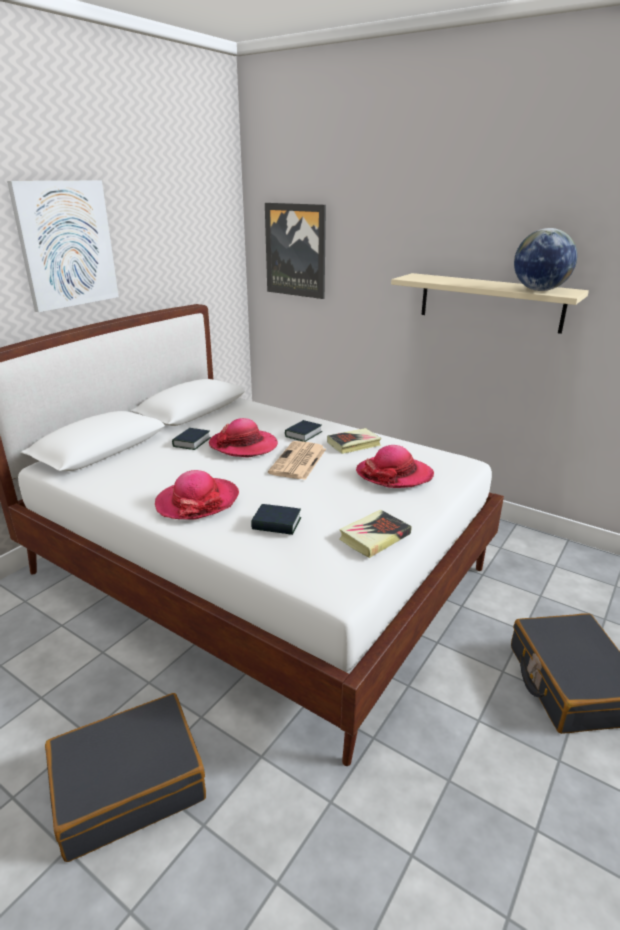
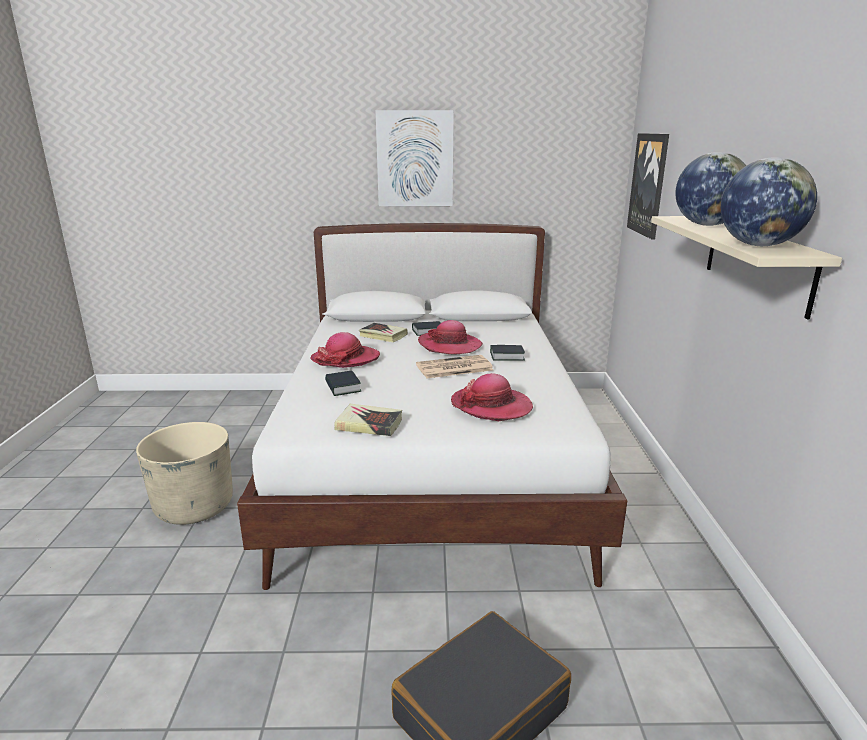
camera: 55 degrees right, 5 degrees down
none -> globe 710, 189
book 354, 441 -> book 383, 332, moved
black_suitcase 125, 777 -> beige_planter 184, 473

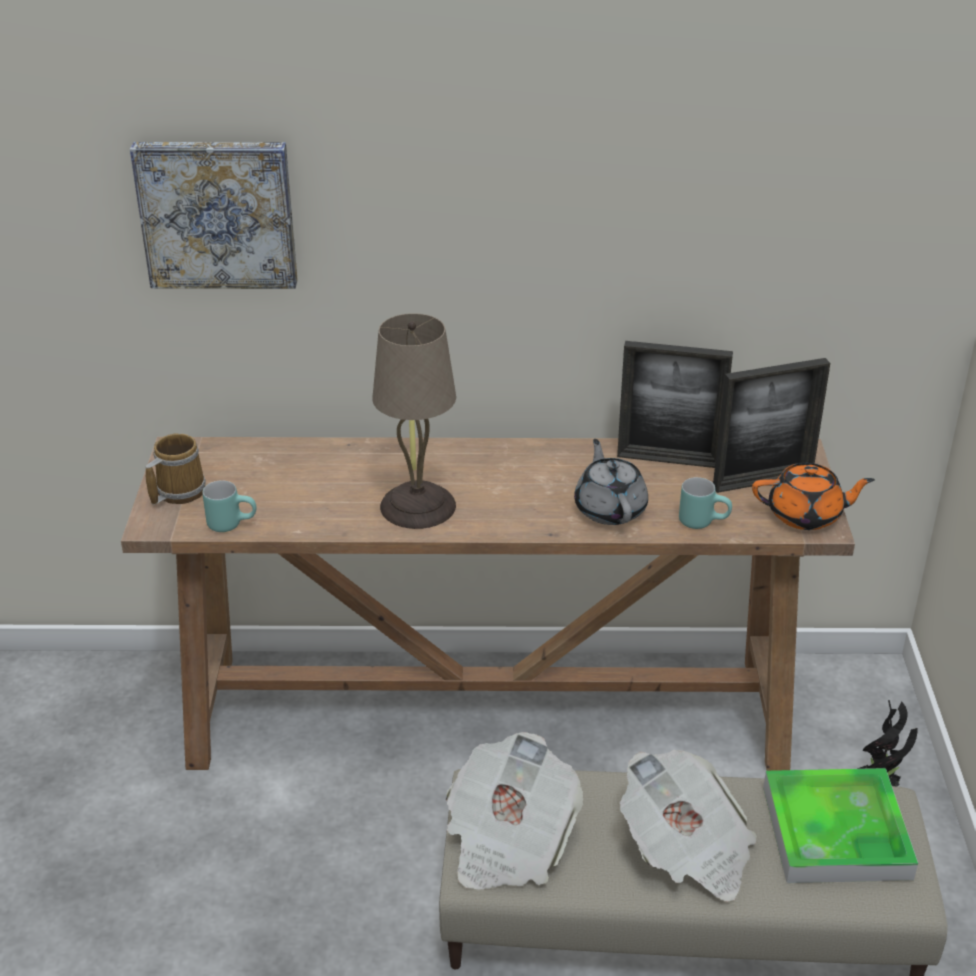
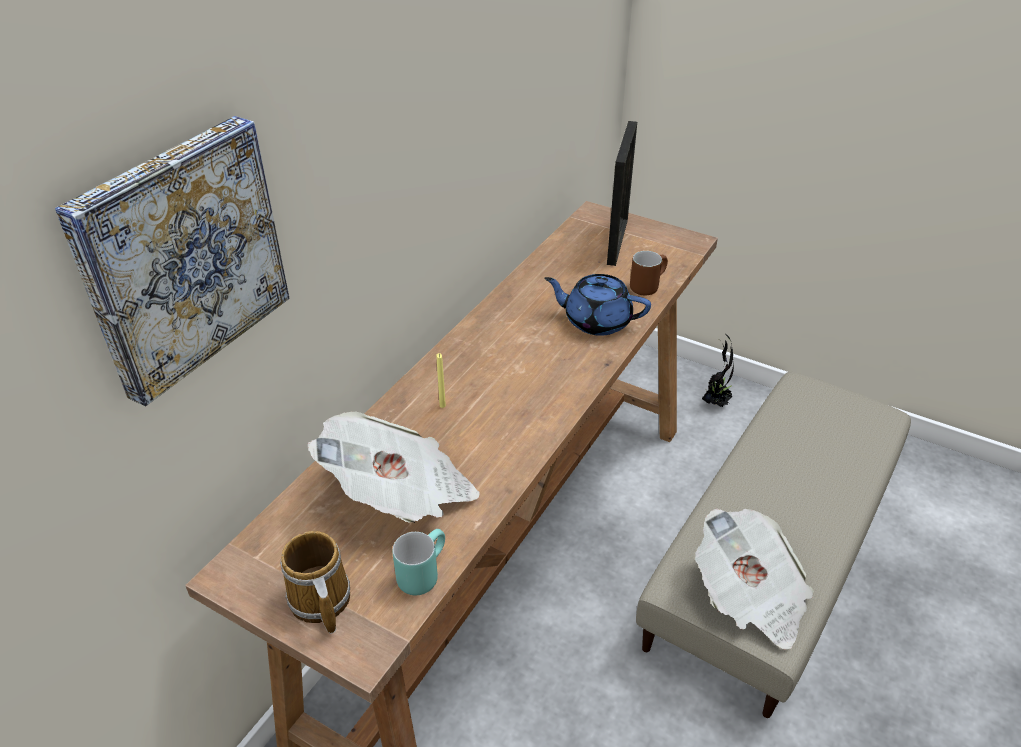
camera: 60 degrees left, 5 degrees up
beige_table_lamp 414, 421 -> none
picture_frame 675, 404 -> none
orange_teapot 813, 496 -> none
tray 840, 825 -> none
newspaper 688, 826 -> newspaper 393, 467, moved
grey_teapot 611, 482 -> blue_teapot 597, 305
turquoise_mug 705, 503 -> brown_mug 649, 273

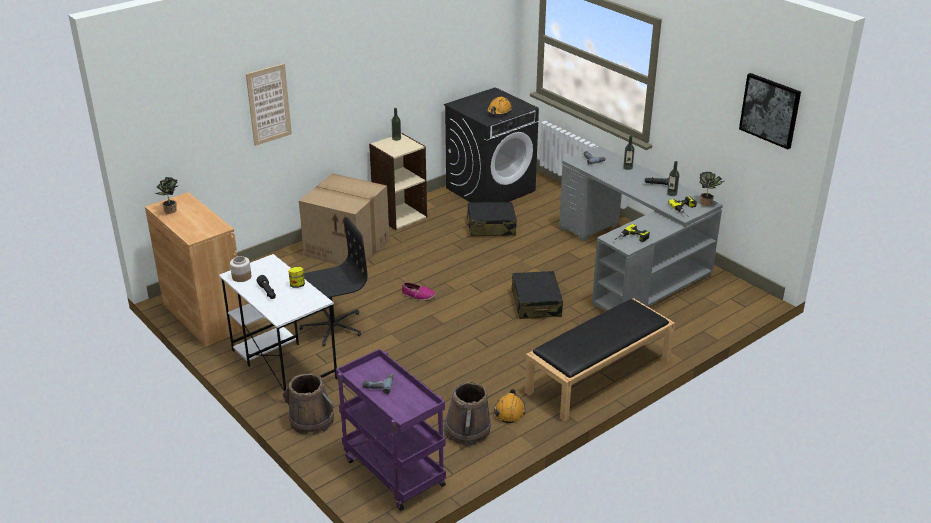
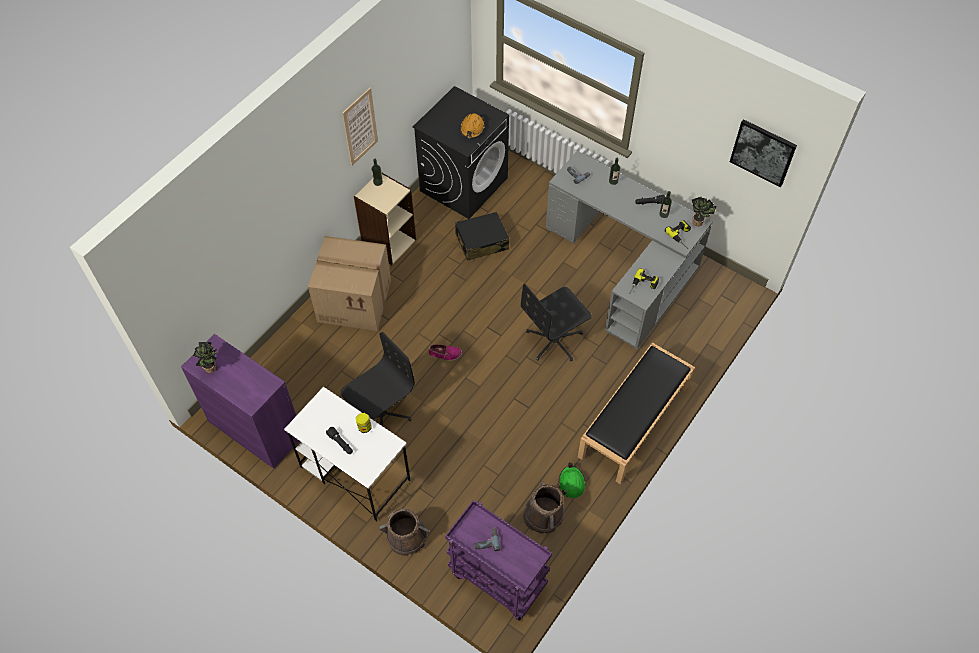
camera: 15 degrees left, 25 degrees up
jar 240, 269 -> none
picture 269, 104 -> picture 360, 127, moved
black_suitcase 537, 295 -> black_office_chair 556, 322
brown_cabinet 196, 269 -> purple_cabinet 240, 401
orange_hard_hat 509, 406 -> green_hard_hat 572, 480

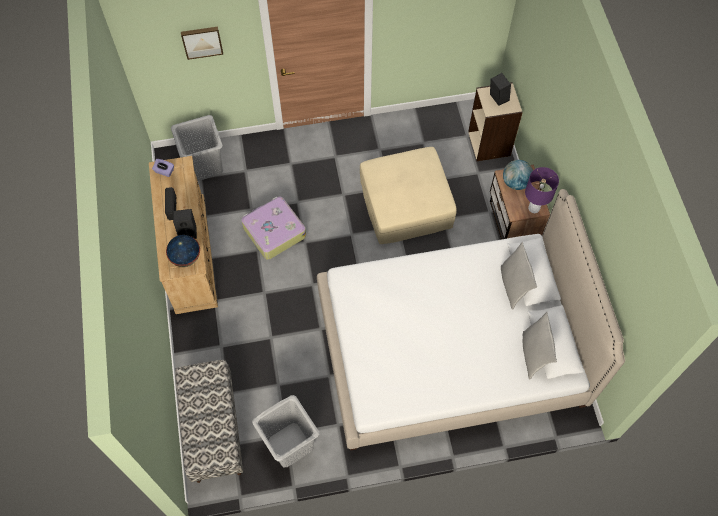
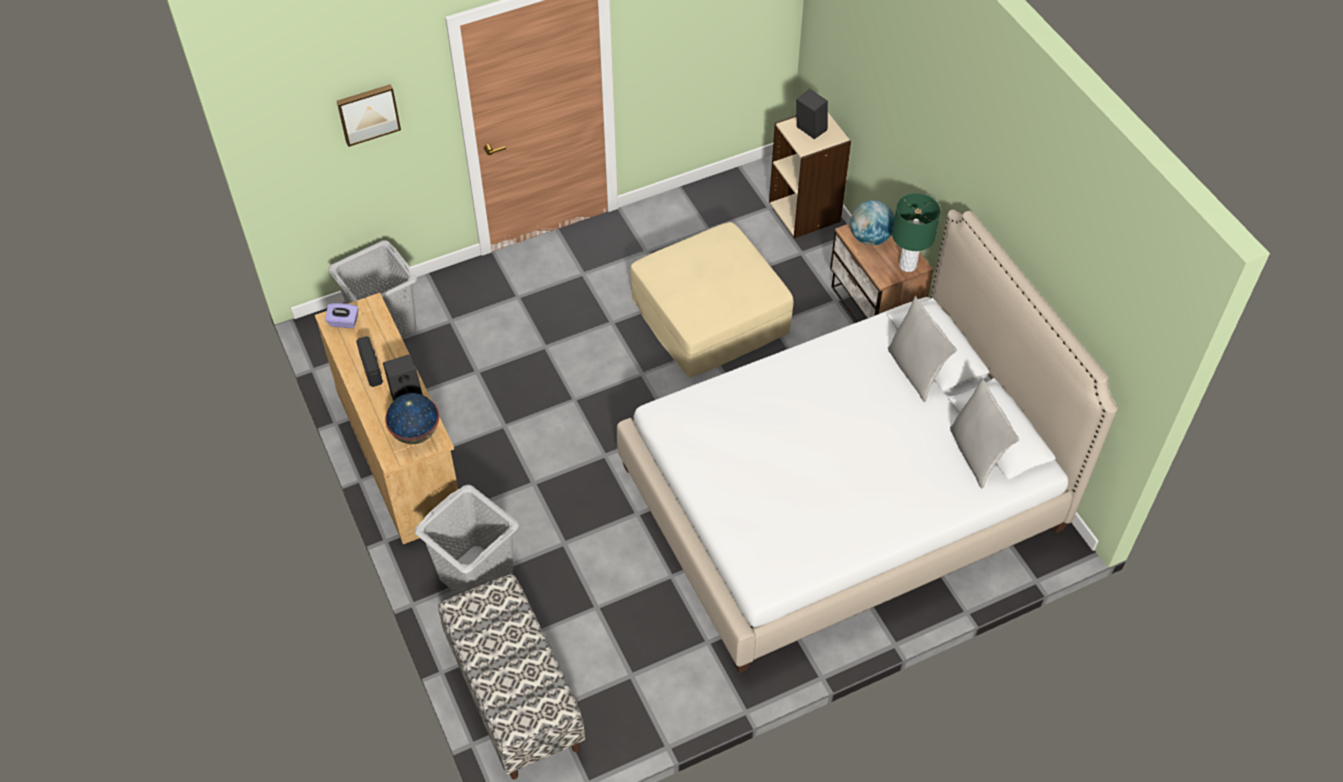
camera: 15 degrees left, 10 degrees down
suitcase 273, 228 -> none
grey_laundry_basket 285, 431 -> grey_laundry_basket 466, 540, moved
purple_table_lamp 542, 190 -> green_table_lamp 916, 232

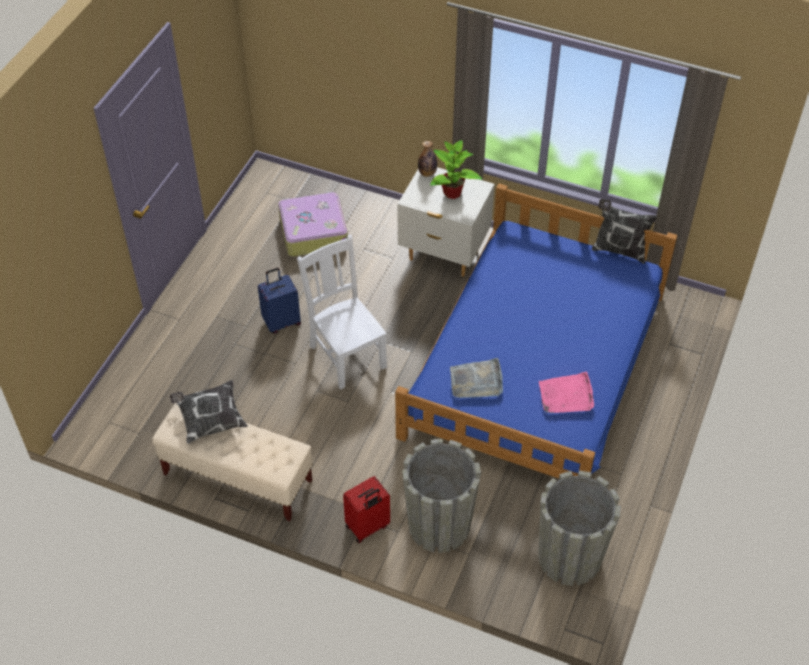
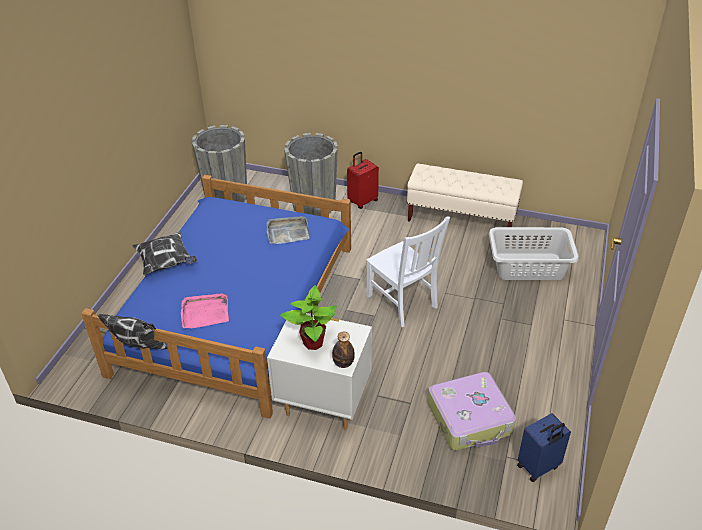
camera: 175 degrees right, 10 degrees down
none -> grey_laundry_basket 534, 253
pillow 209, 412 -> pillow 164, 253, moved
blue_suitcase 279, 301 -> blue_suitcase 544, 447, moved
pink_tray 566, 392 -> pink_tray 205, 310, moved

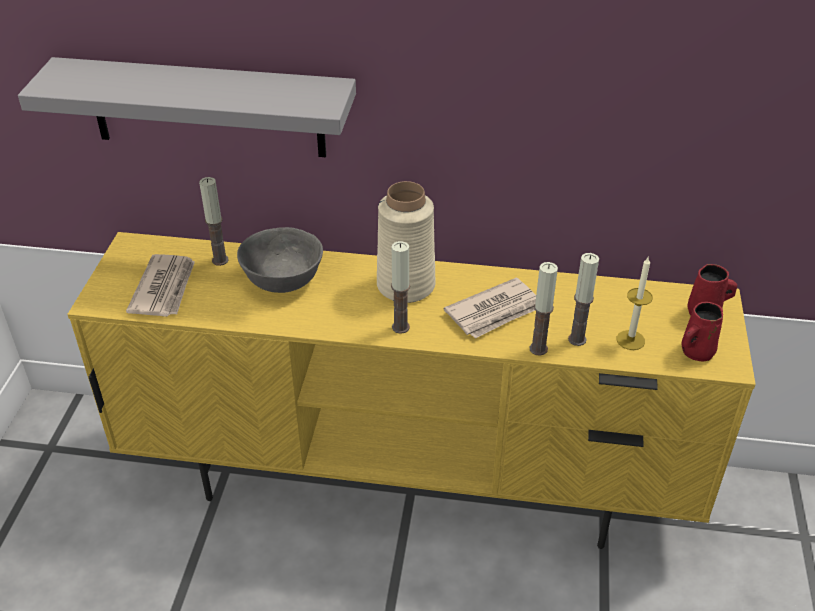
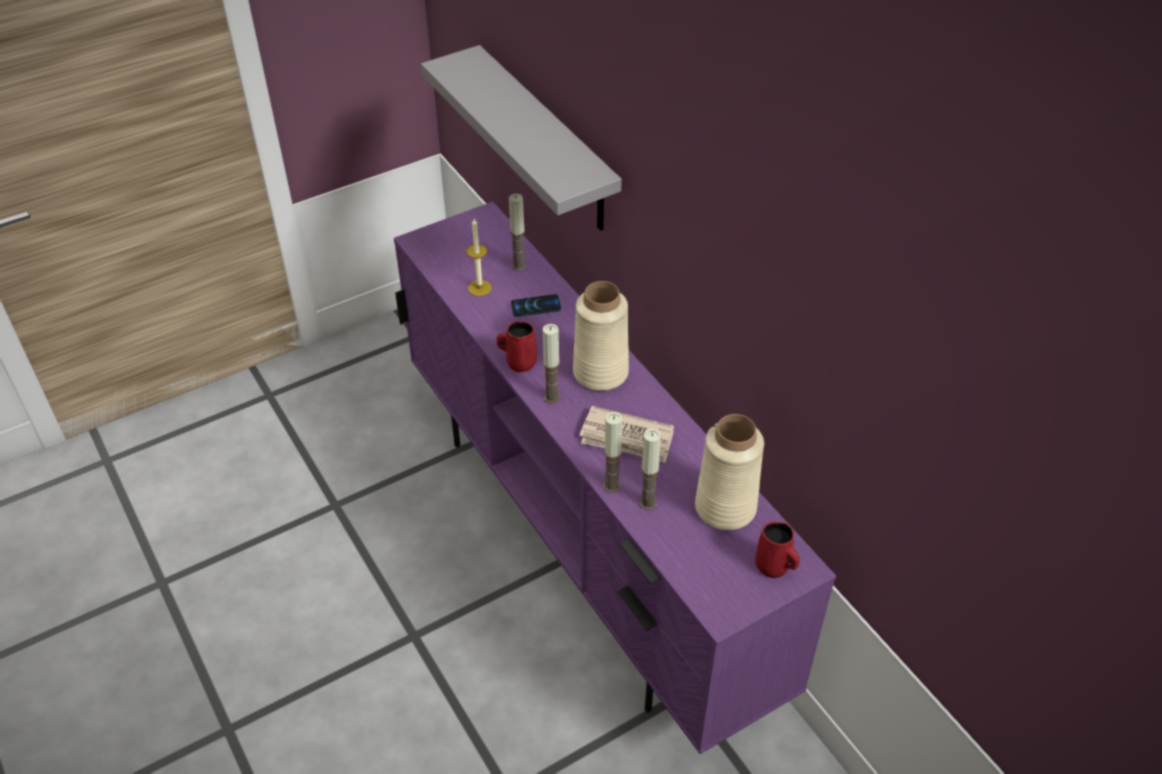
camera: 50 degrees right, 5 degrees up
newspaper 160, 285 -> none
none -> beige_vase 729, 472
candle 634, 303 -> candle 479, 257, moved
red_mug 702, 331 -> red_mug 517, 346, moved
grey_bowl 280, 260 -> phone 536, 305
yellow_tv_stand 411, 390 -> purple_tv_stand 615, 478

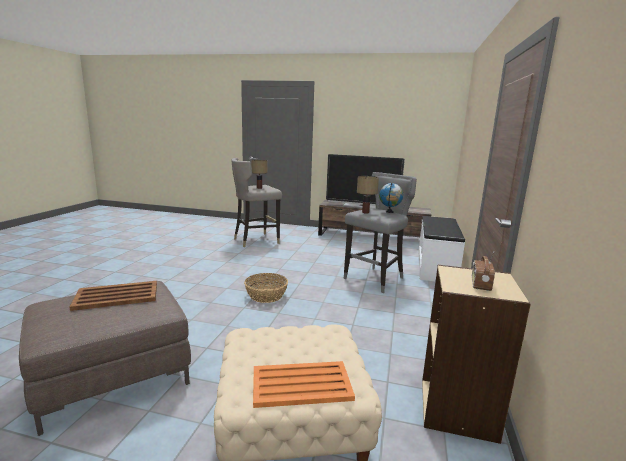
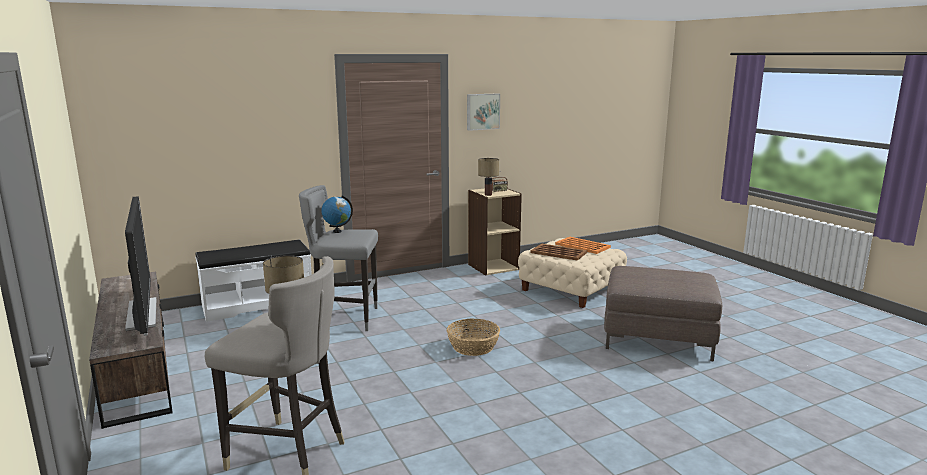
camera: 130 degrees left, 0 degrees up
none -> picture 483, 112
brown_tray 113, 296 -> brown_tray 558, 252, moved
table_lamp 368, 194 -> table_lamp 488, 177, moved

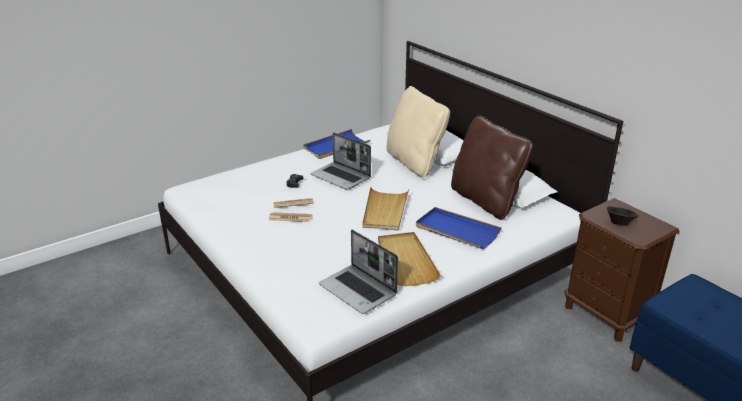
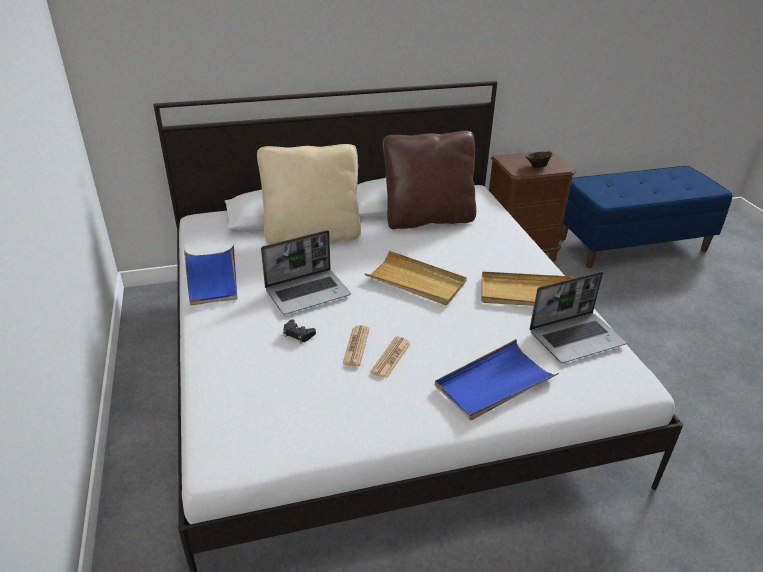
camera: 70 degrees left, 5 degrees up
blue_tray 459, 228 -> blue_tray 497, 380, moved

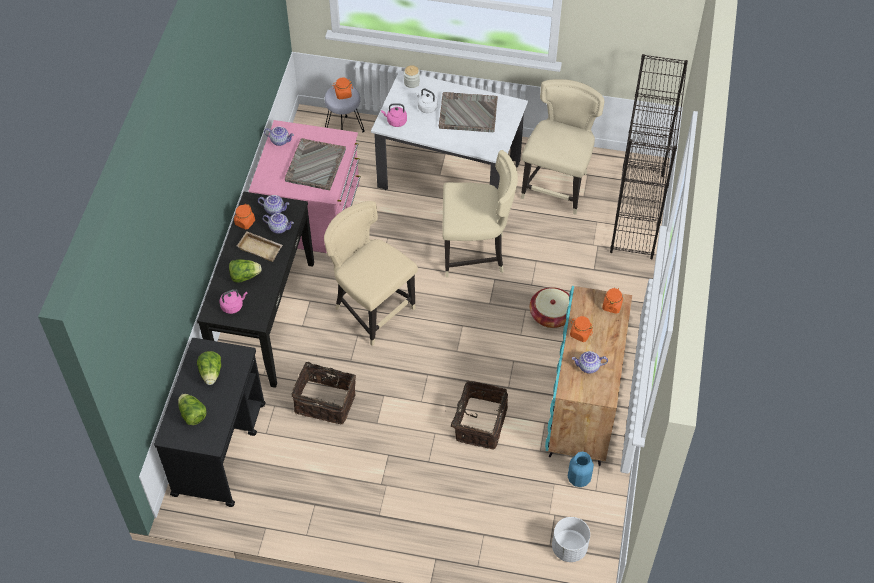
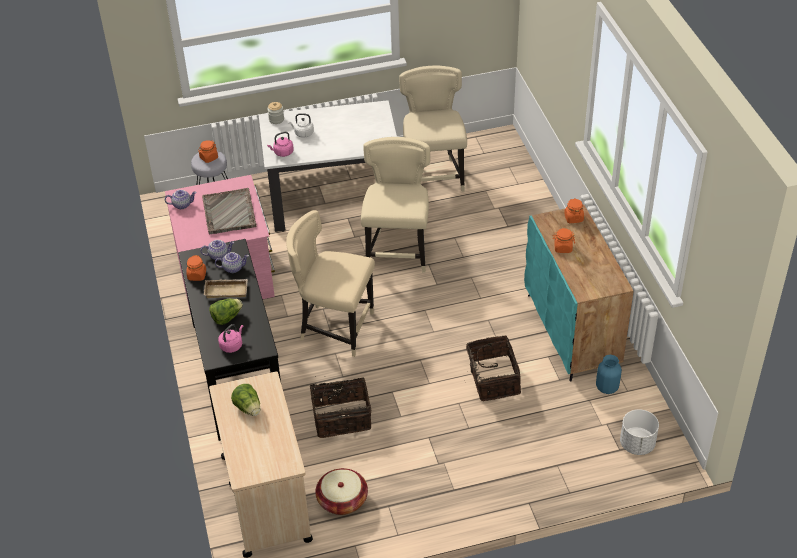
camera: 25 degrees left, 10 degrees down
lettuce 192, 409 -> none
grey_tray 468, 112 -> none
teapot 590, 362 -> none
black_bookcase 649, 156 -> none
basket 549, 307 -> basket 341, 491, moved
black_cart 210, 422 -> beige_cart 261, 464
beige_chair 480, 213 -> beige_chair 395, 205, 60 degrees counterclockwise

